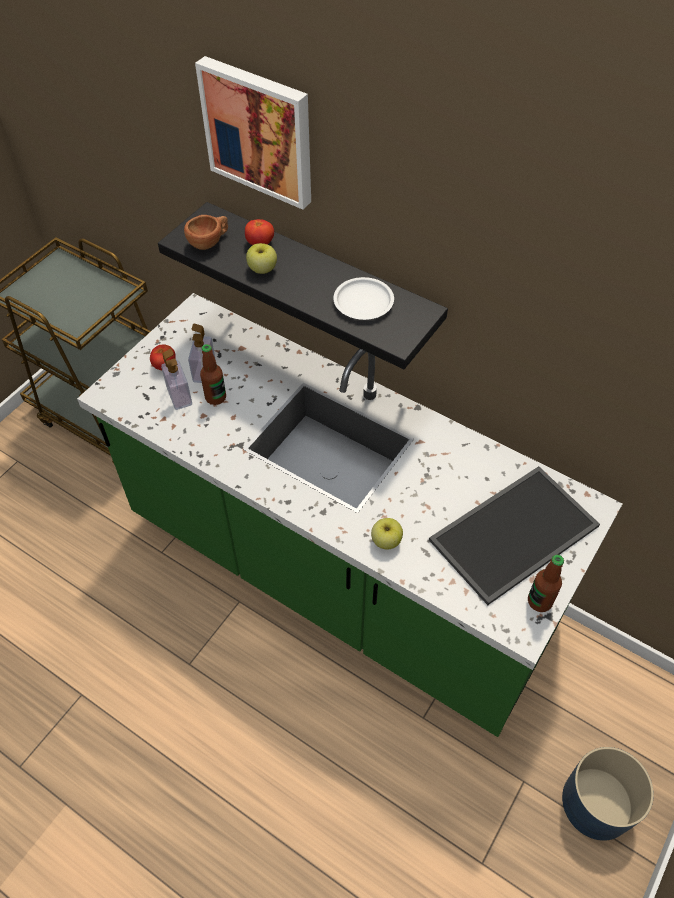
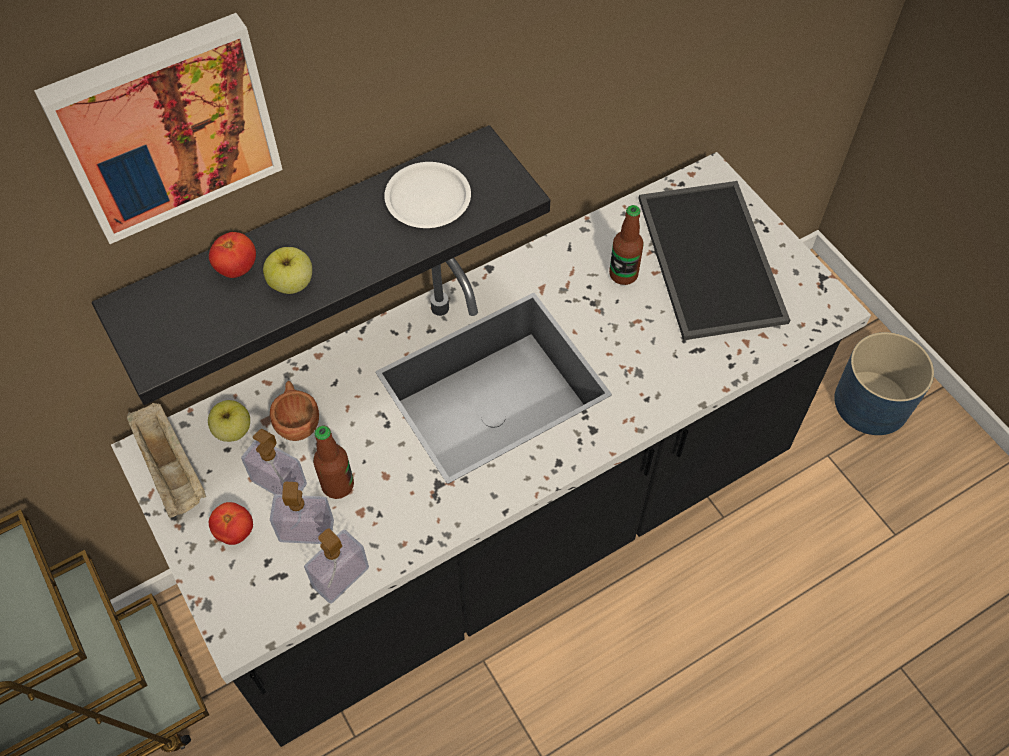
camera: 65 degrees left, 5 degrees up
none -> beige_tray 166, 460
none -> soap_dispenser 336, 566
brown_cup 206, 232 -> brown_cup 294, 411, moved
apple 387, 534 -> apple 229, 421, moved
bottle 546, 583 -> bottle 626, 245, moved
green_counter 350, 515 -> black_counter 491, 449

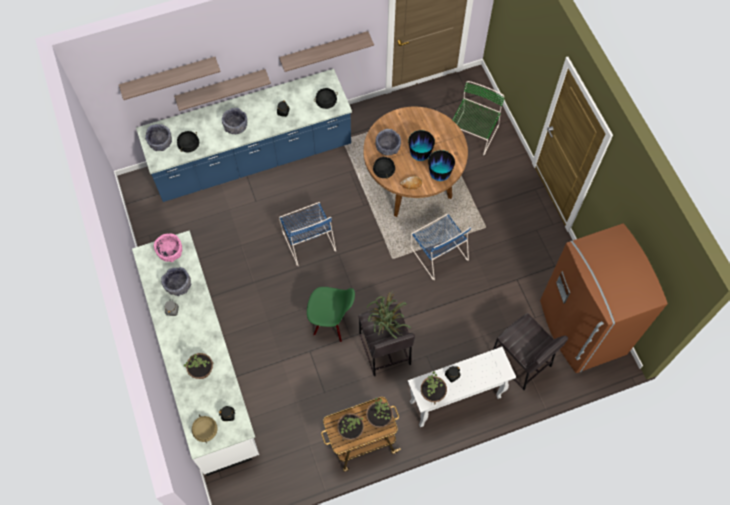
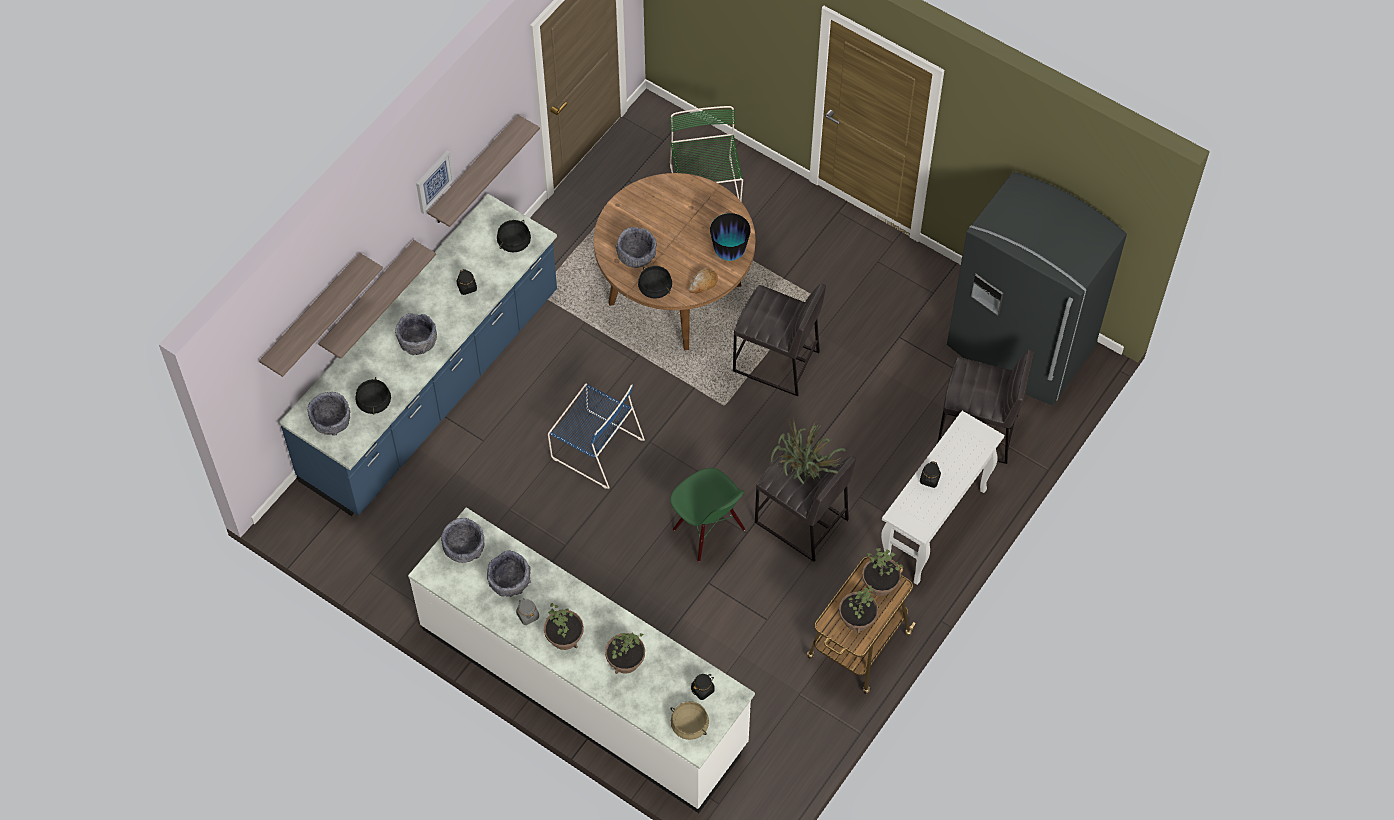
camera: 35 degrees left, 5 degrees down
vase 421, 145 -> none
none -> picture 435, 182
potted_plant 434, 388 -> potted_plant 564, 626, moved
blue_chair 440, 246 -> grey_stool 779, 340
pink_bowl 168, 247 -> grey_bowl 463, 540
brown_fridge 604, 298 -> grey_fridge 1037, 288
green_chair 331, 314 -> green_chair 707, 515, 75 degrees clockwise

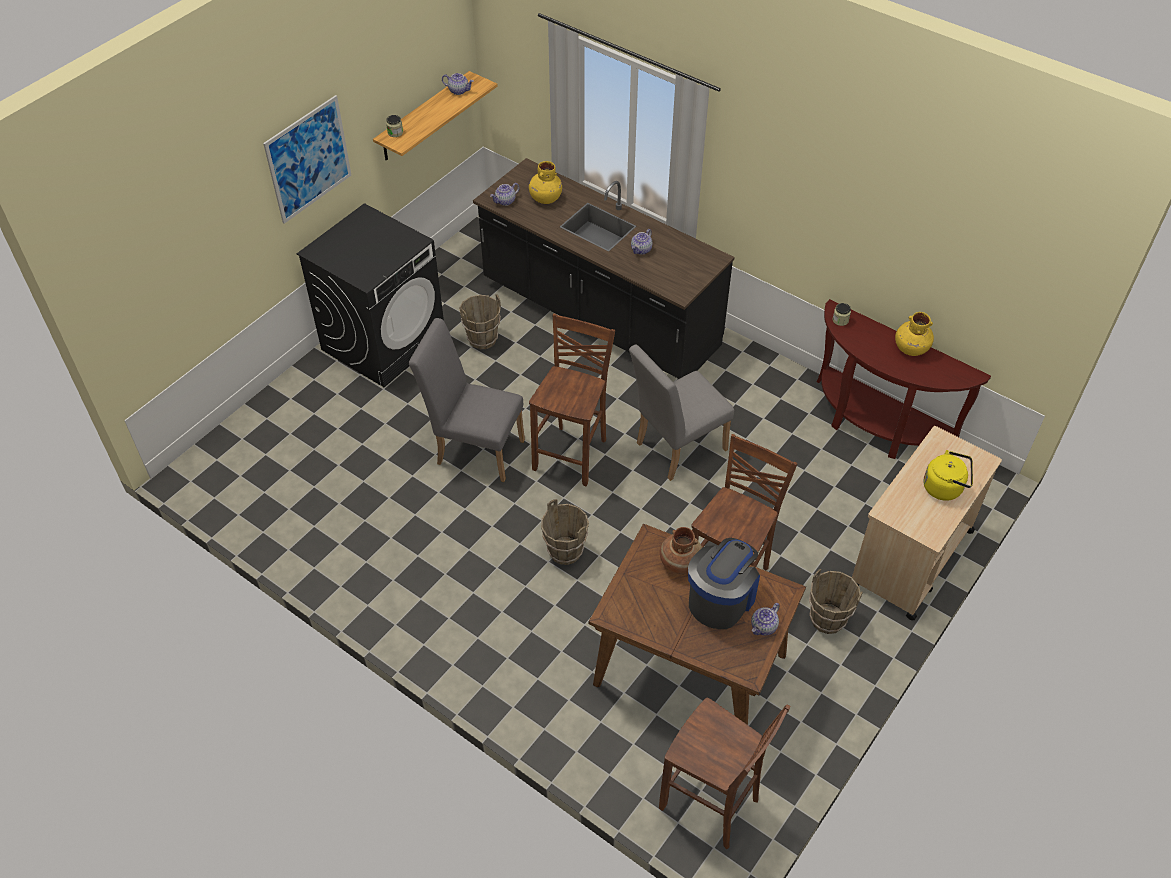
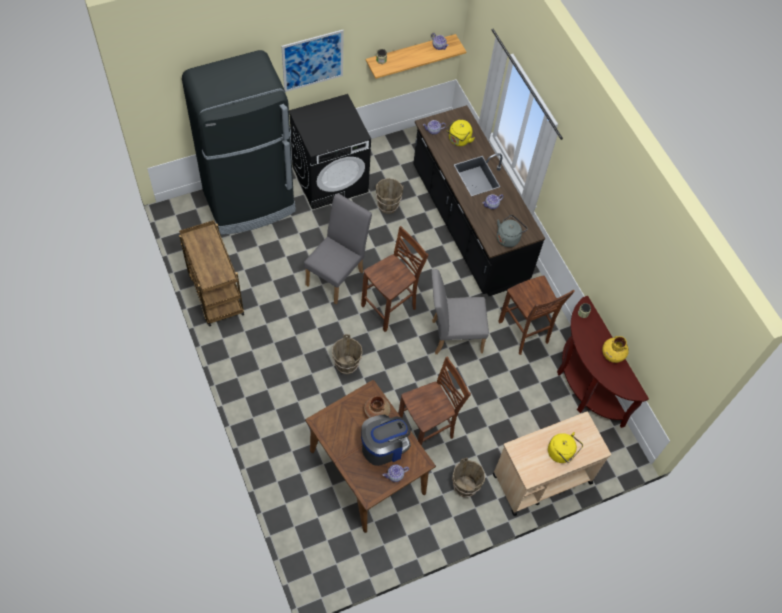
camera: 25 degrees right, 10 degrees up
none -> brown_cart 211, 273
none -> black_fridge 239, 142
none -> grey_kettle 512, 231
brown_stool 724, 773 -> brown_stool 536, 315, moved
yellow_vase 545, 182 -> yellow_kettle 460, 133
grey_chair 467, 400 -> grey_chair 338, 248, 75 degrees clockwise

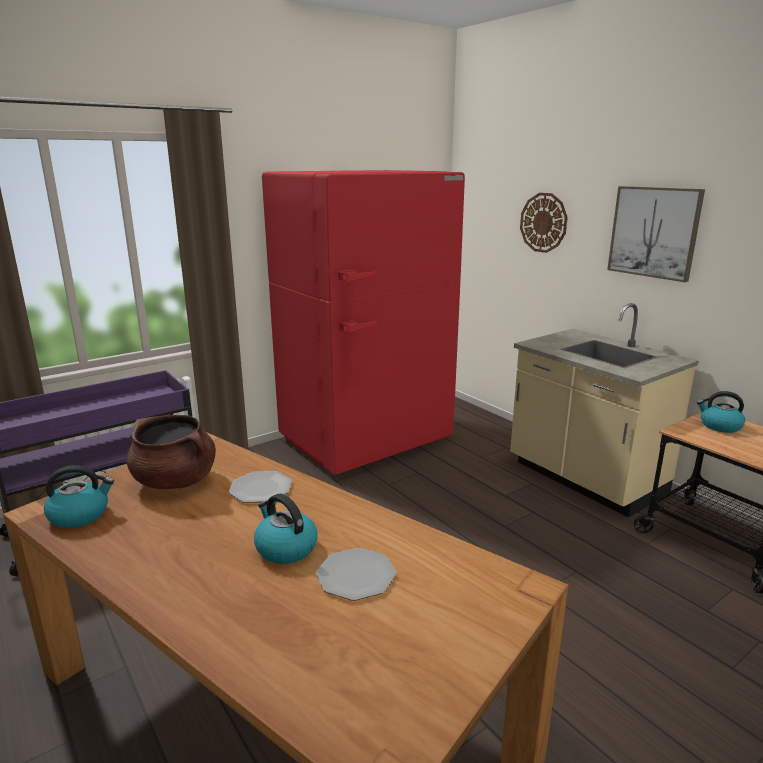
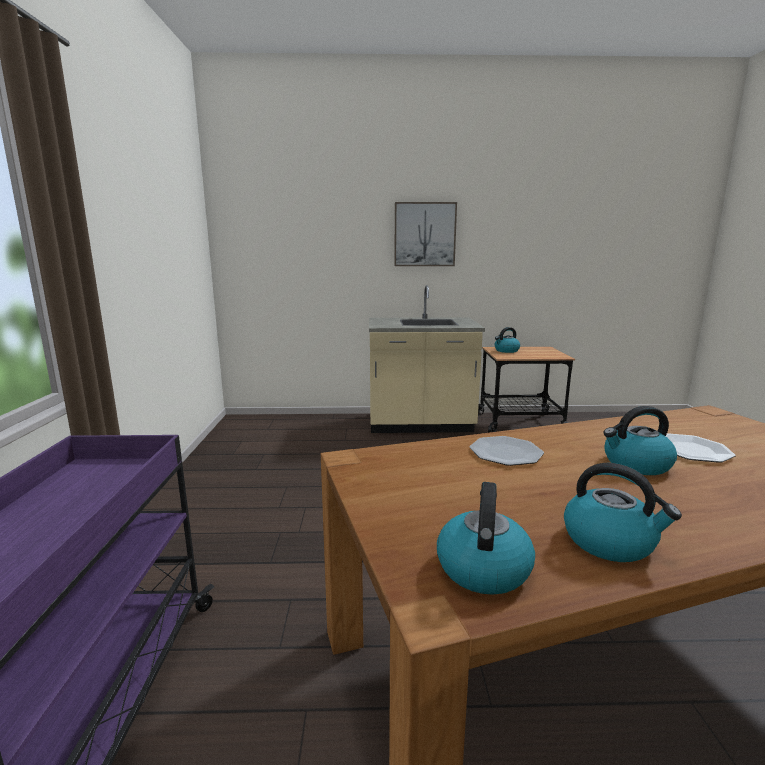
camera: 55 degrees left, 5 degrees down
brown_cooking_pot 171, 452 -> none
red_fridge 363, 322 -> none
wall_clock 544, 223 -> none
none -> kettle 623, 512

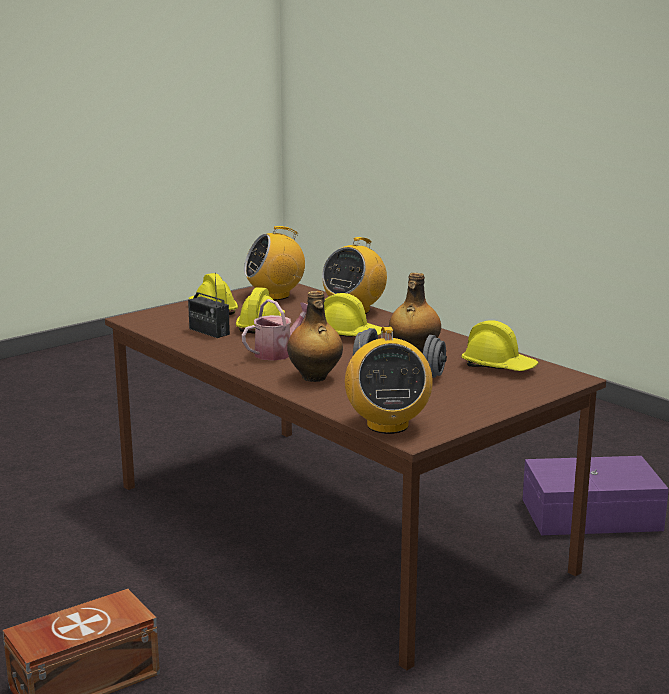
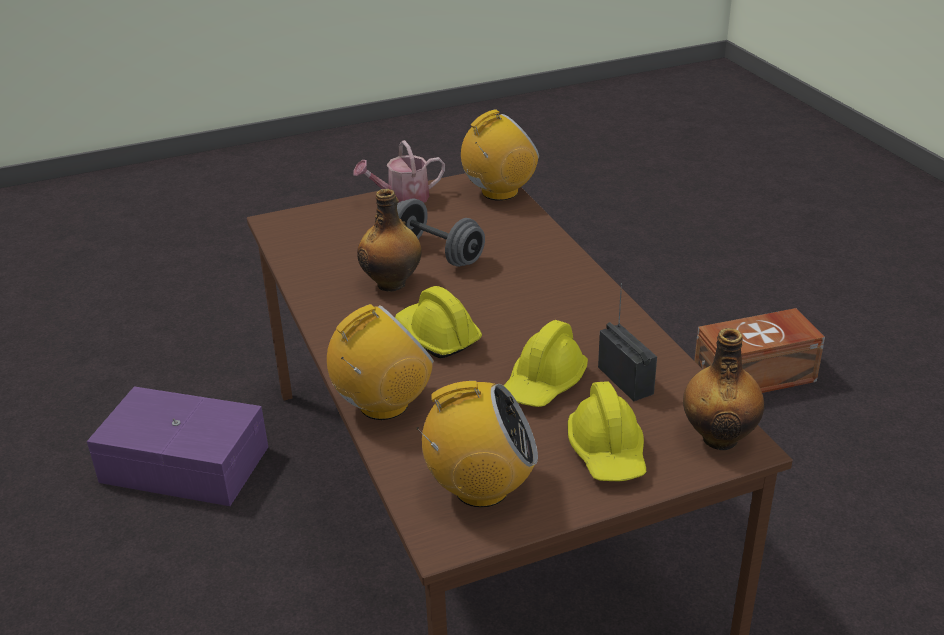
camera: 160 degrees left, 15 degrees up
yellow_hard_hat 500, 345 -> none
watering_can 275, 330 -> watering_can 399, 171, moved
bottle 315, 336 -> bottle 723, 389, moved
radio 389, 380 -> radio 500, 155, 45 degrees clockwise

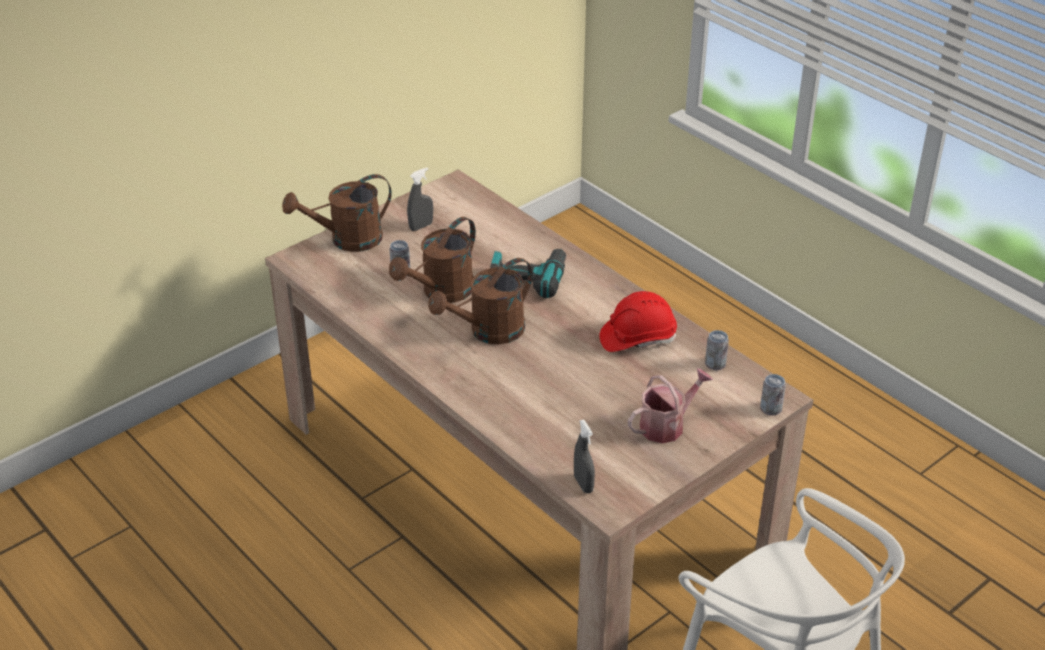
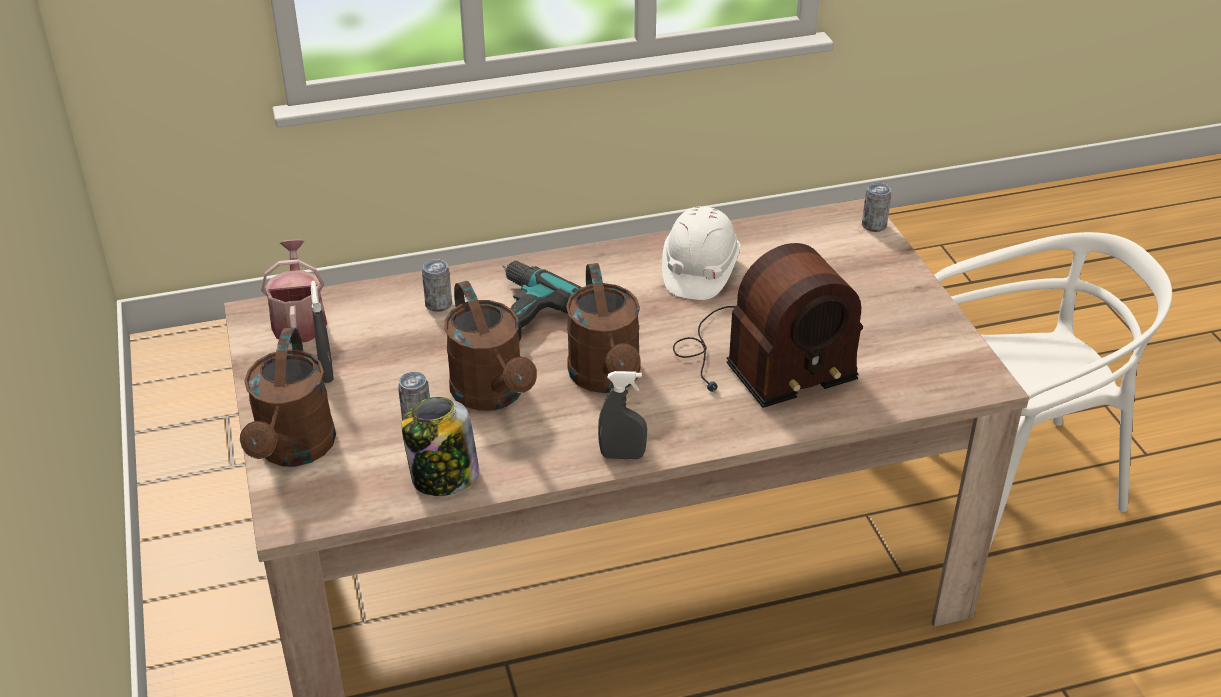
camera: 65 degrees left, 0 degrees up
none -> jar 440, 446
none -> radio 768, 325
grey_spray_bottle 584, 456 -> grey_spray_bottle 622, 415, moved
watering_can 670, 405 -> watering_can 294, 291, moved
can 717, 350 -> can 437, 285, moved
red_hard_hat 638, 321 -> white_hard_hat 701, 253

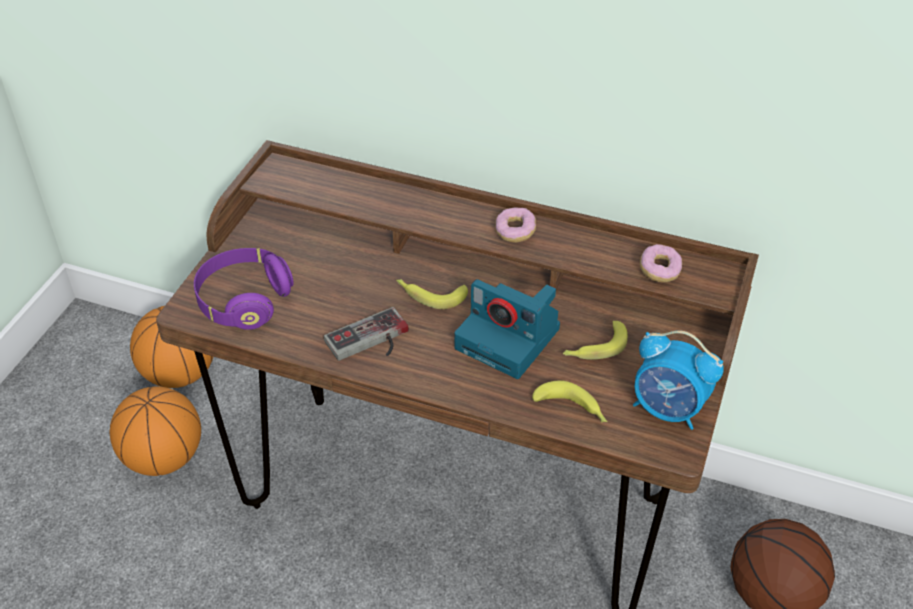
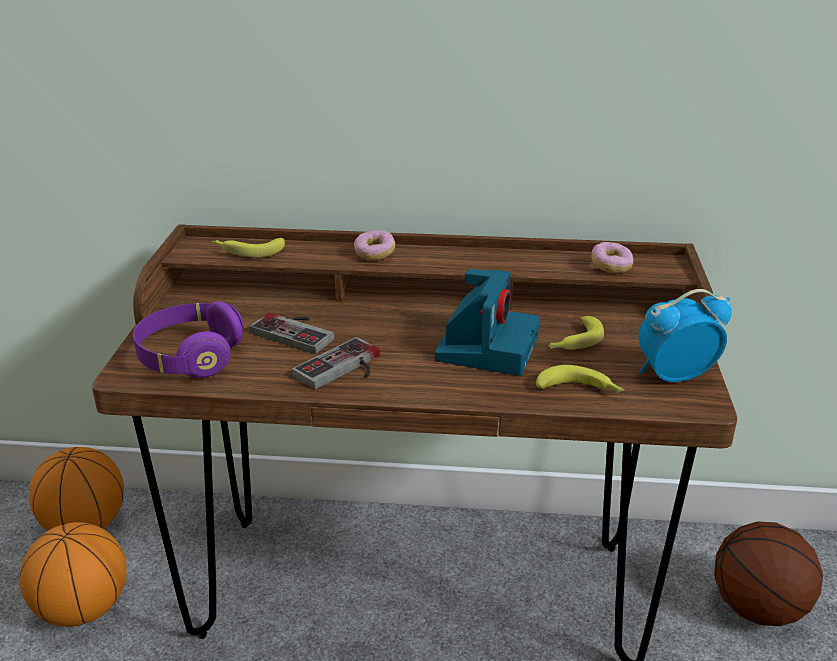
camera: 15 degrees left, 15 degrees down
none -> game_controller 291, 333
banana 432, 294 -> banana 248, 248, moved
donut 515, 225 -> donut 374, 245, moved
photo_camera 507, 329 -> photo_camera 487, 322, 90 degrees counterclockwise
alarm_clock 678, 380 -> alarm_clock 685, 335, 150 degrees clockwise

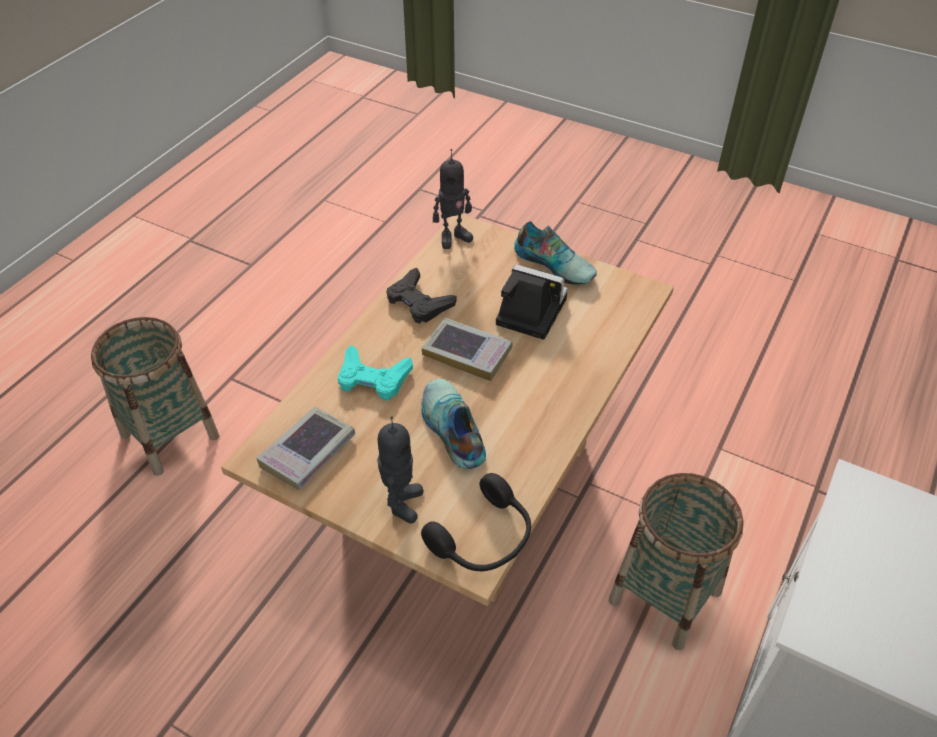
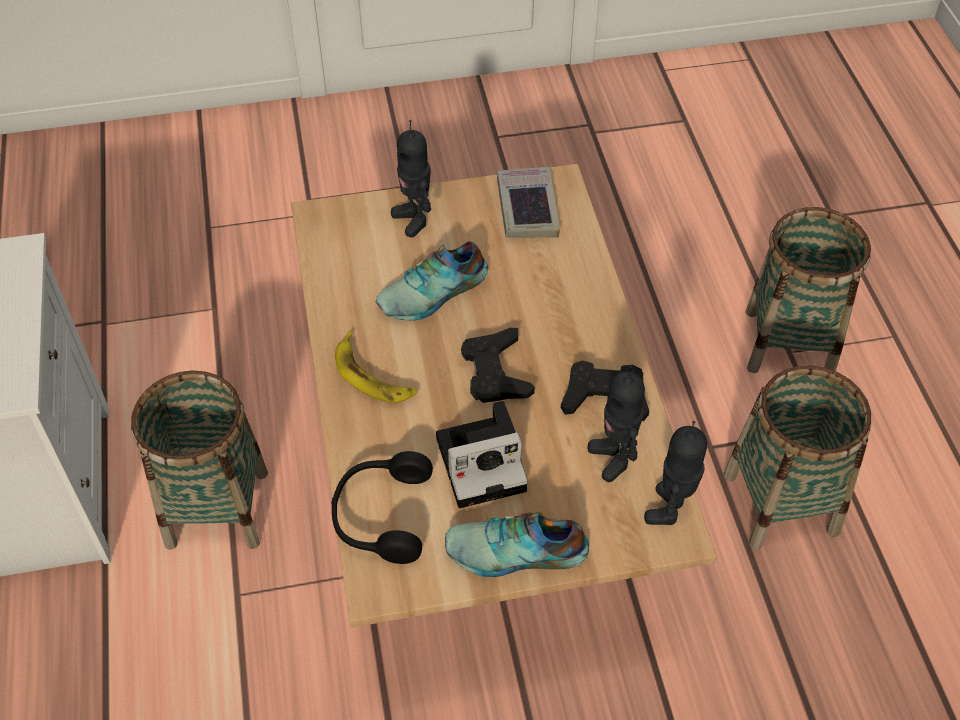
camera: 140 degrees right, 5 degrees up
turquoise_game_controller 375, 372 -> none
none -> banana 376, 367
none -> toy_robot 616, 424
none -> basket 797, 458
black_headphones 476, 522 -> black_headphones 382, 507, moved
book 467, 349 -> black_game_controller 498, 365
shoe 453, 424 -> shoe 432, 281, 120 degrees clockwise

